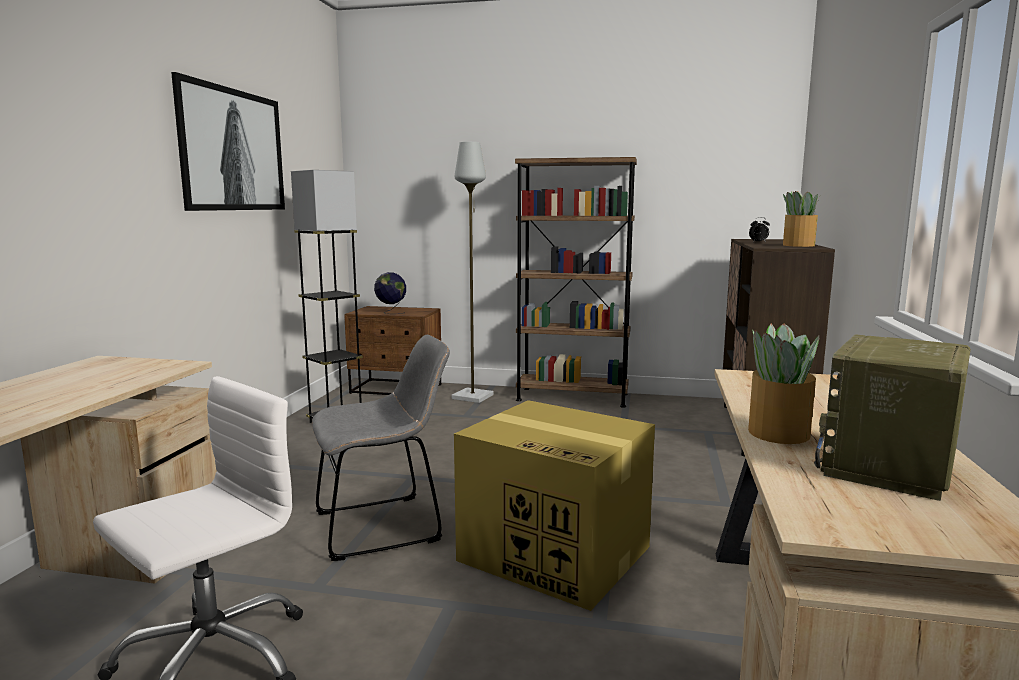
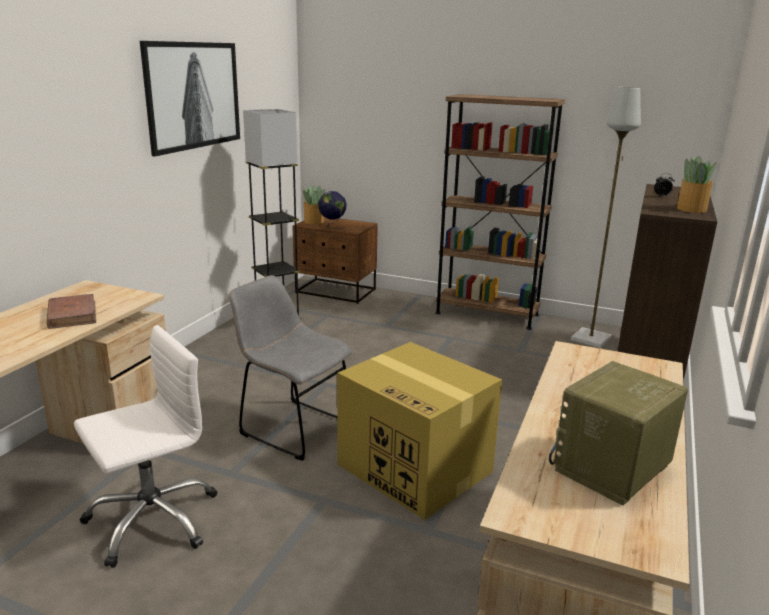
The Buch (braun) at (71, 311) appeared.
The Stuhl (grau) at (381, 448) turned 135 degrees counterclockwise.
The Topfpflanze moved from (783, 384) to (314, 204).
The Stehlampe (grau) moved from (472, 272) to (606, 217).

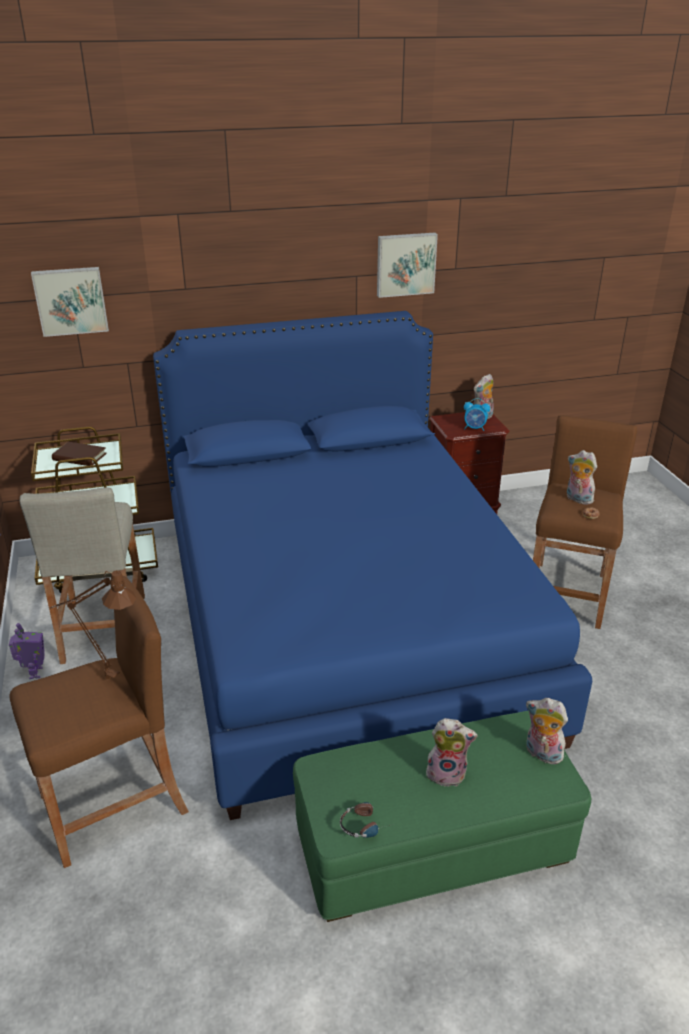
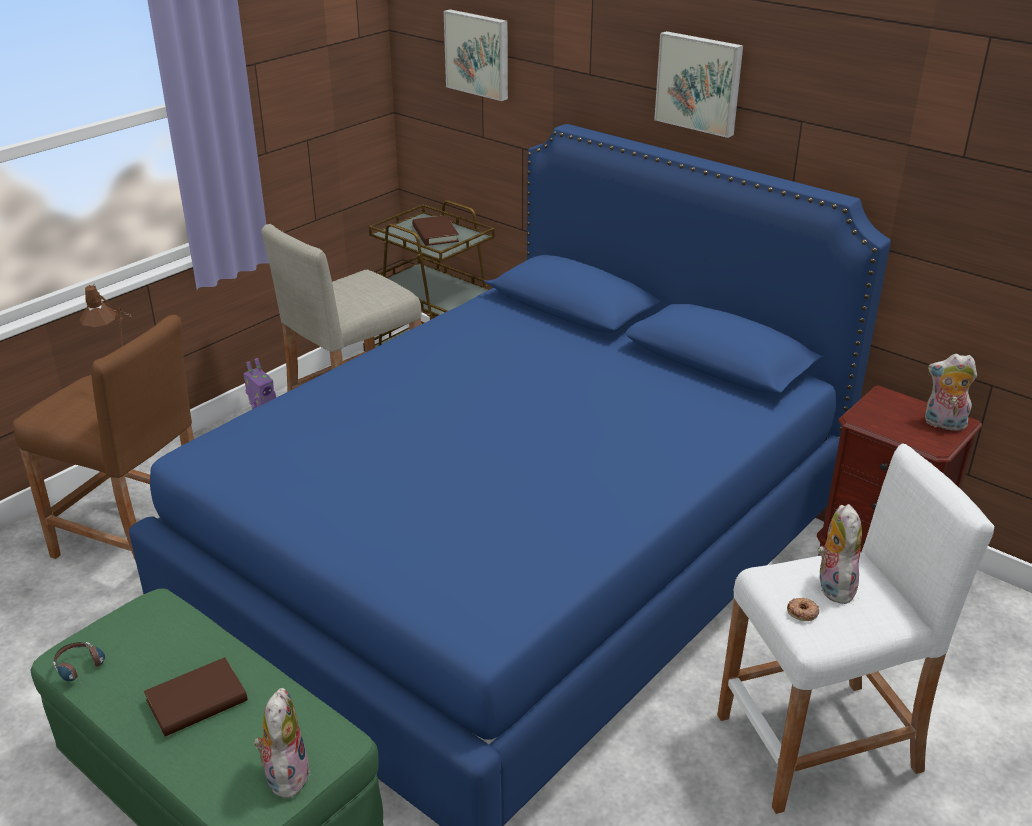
The Plüschtier at (452, 752) was replaced by the Buch (braun) at (196, 696).
The Bild moved from (407, 265) to (698, 84).
The Hocker (braun) at (585, 522) became the Hocker (weiß) at (855, 628).
The Wecker at (477, 414) disappeared.

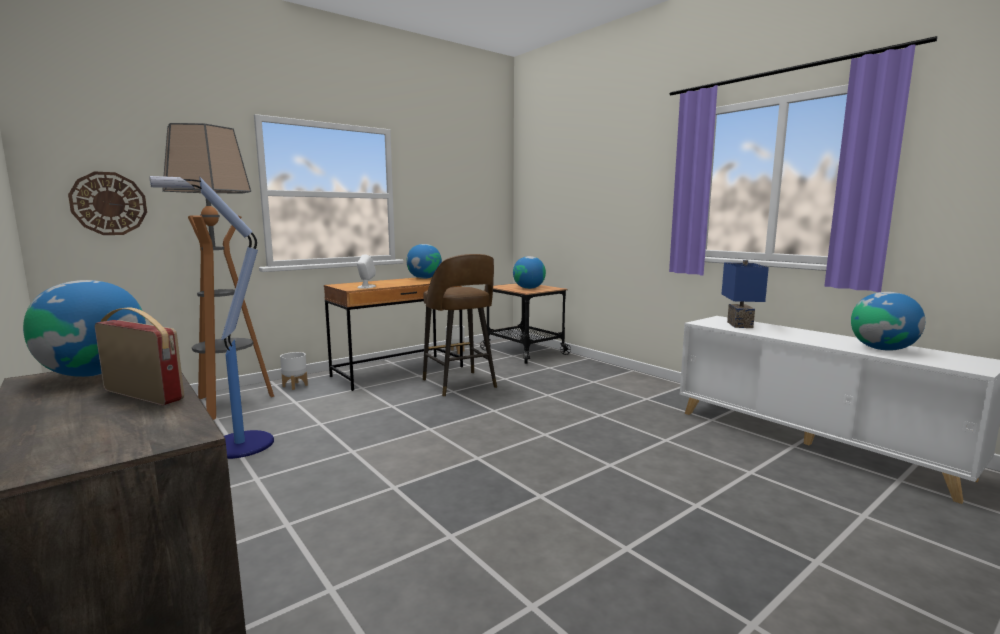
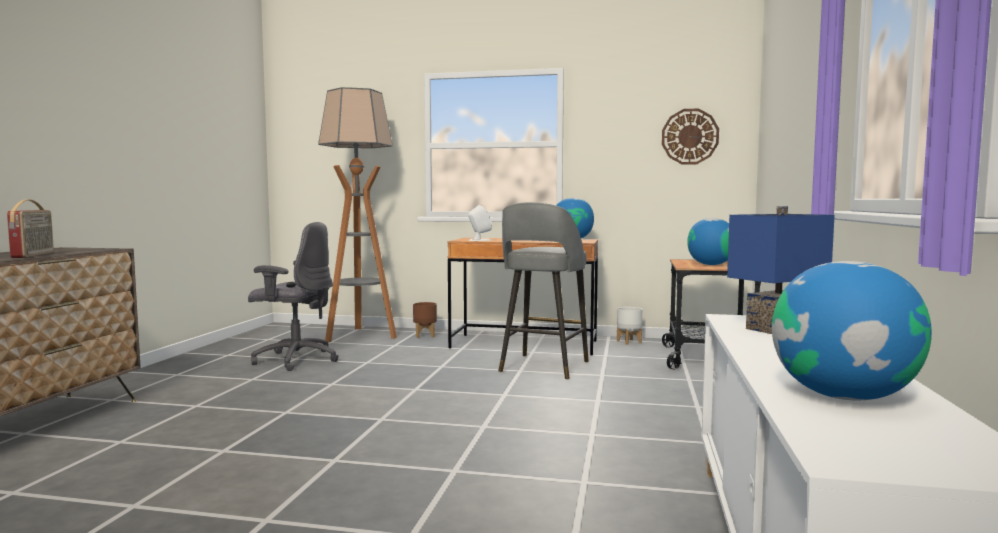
The Stehlampe at (212, 317) was replaced by the Bürostuhl (grau) at (293, 296).
The Pflanzkübel (weiß) at (294, 371) became the Pflanzkübel (braun) at (425, 320).
The Hocker (braun) at (460, 325) became the Hocker (grau) at (543, 291).
The Wanduhr moved from (107, 203) to (690, 136).
The Globus at (84, 328) disappeared.

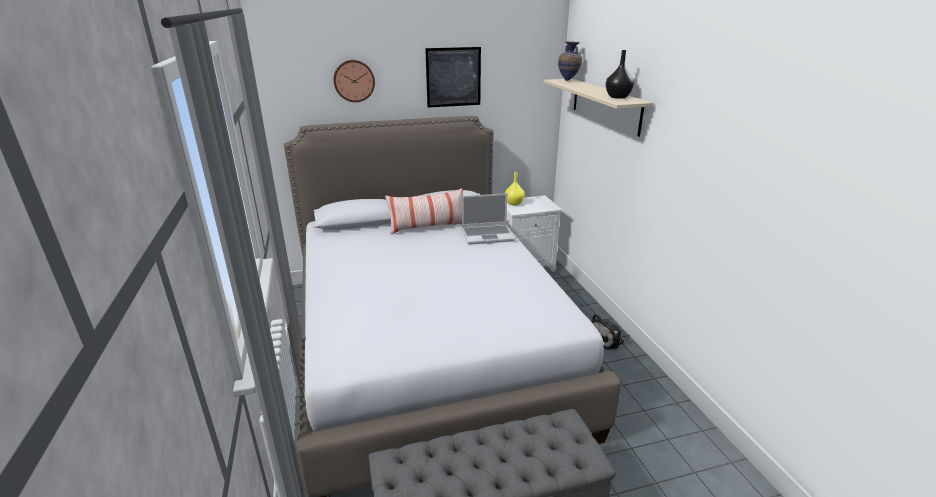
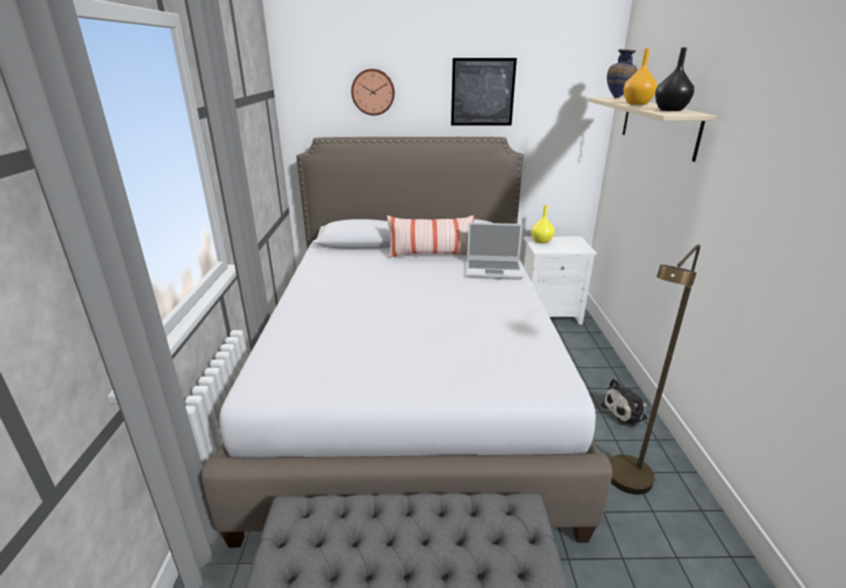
The Stehlampe (braun) at (654, 369) appeared.
The Vase (orange) at (640, 77) appeared.

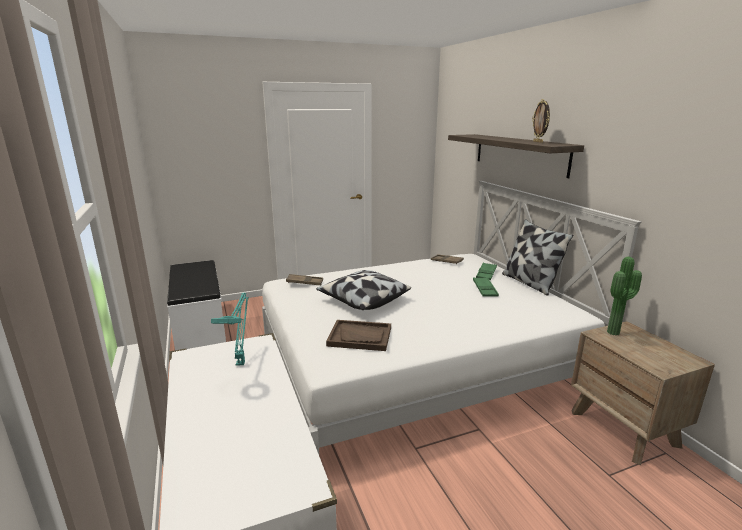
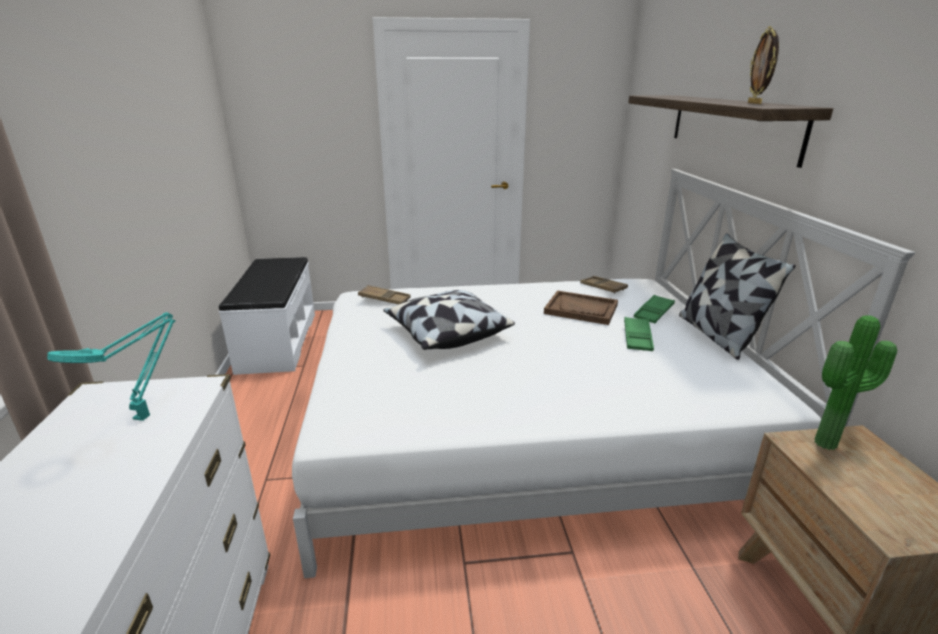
The Tablett (braun) moved from (358, 335) to (581, 308).

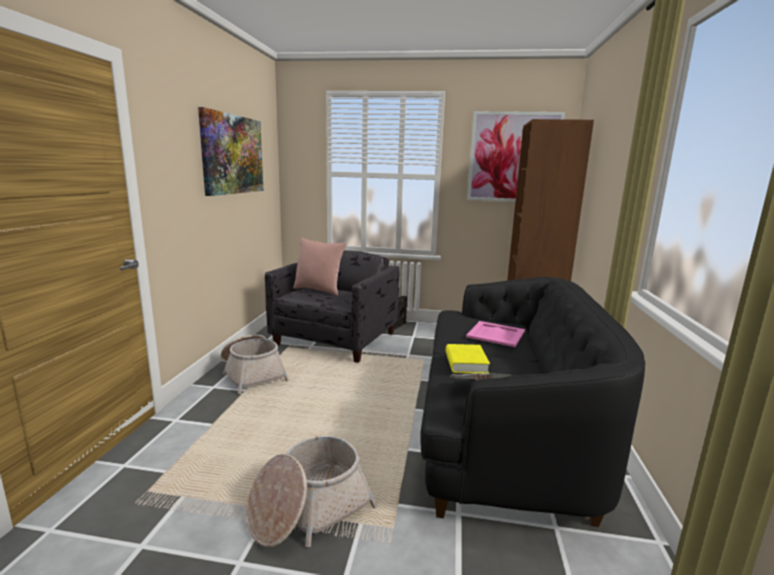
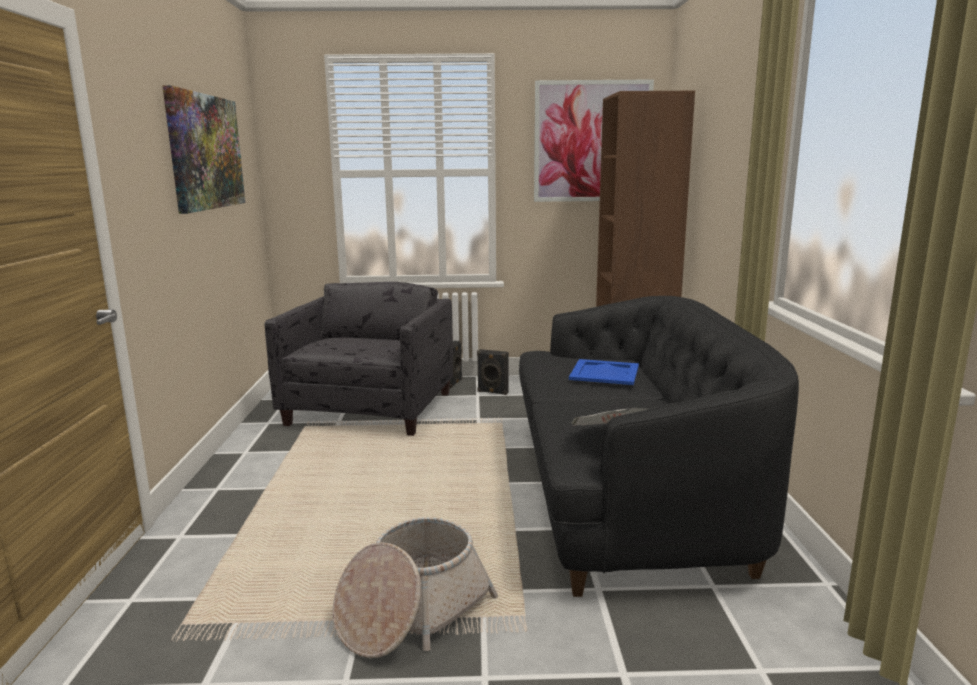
The Lautsprecher (schwarz) at (492, 372) appeared.
The Tablett (rosa) at (495, 334) became the Tablett (blau) at (604, 372).
The Korb at (255, 364) disappeared.
The Kissen (rosa) at (320, 267) disappeared.
The Buch (gelb) at (468, 358) disappeared.

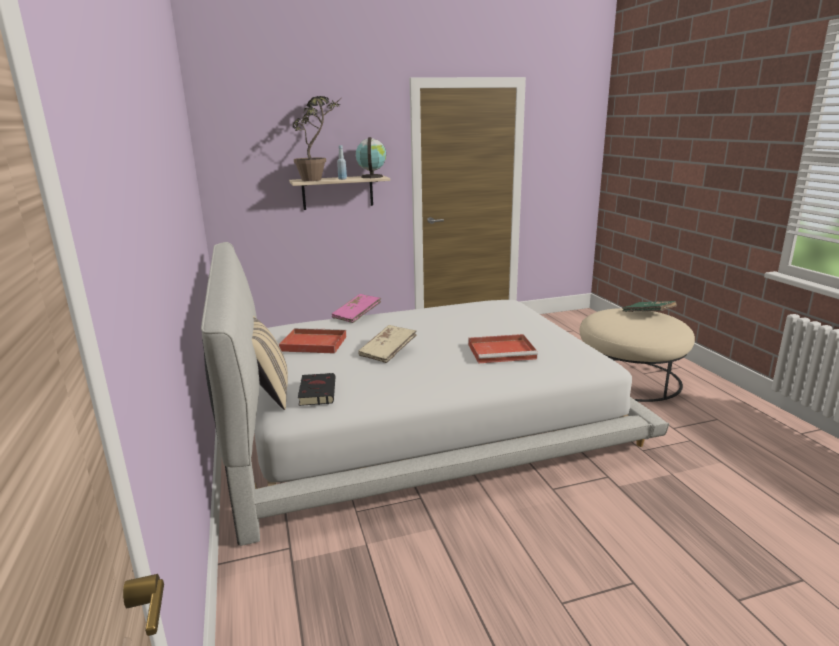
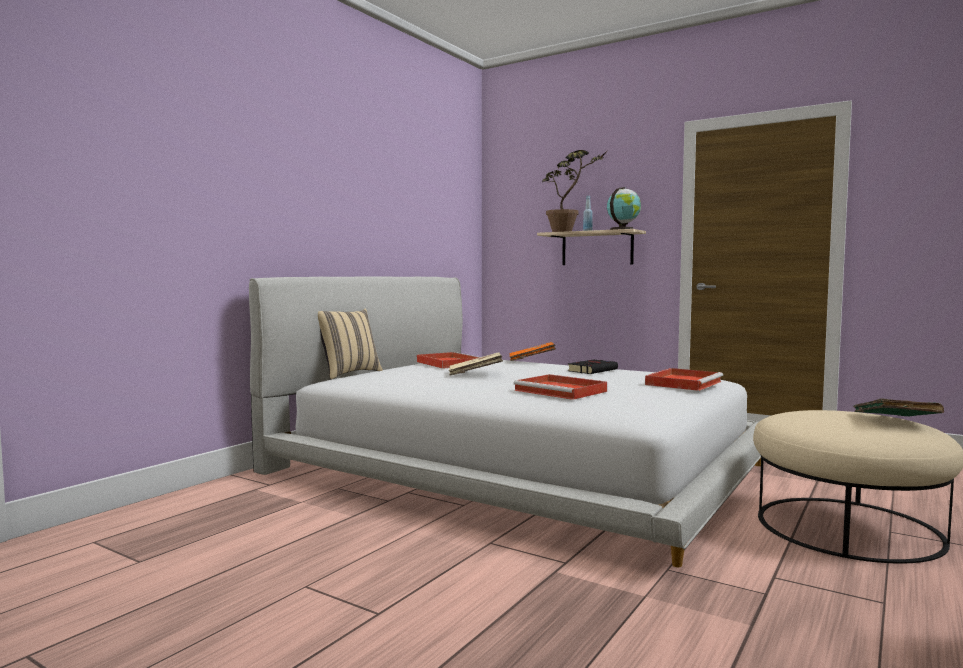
The Buch (rosa) at (356, 308) became the Buch (orange) at (532, 351).
The Buch (schwarz) moved from (316, 389) to (593, 366).
The Tablett (rot) at (684, 379) appeared.

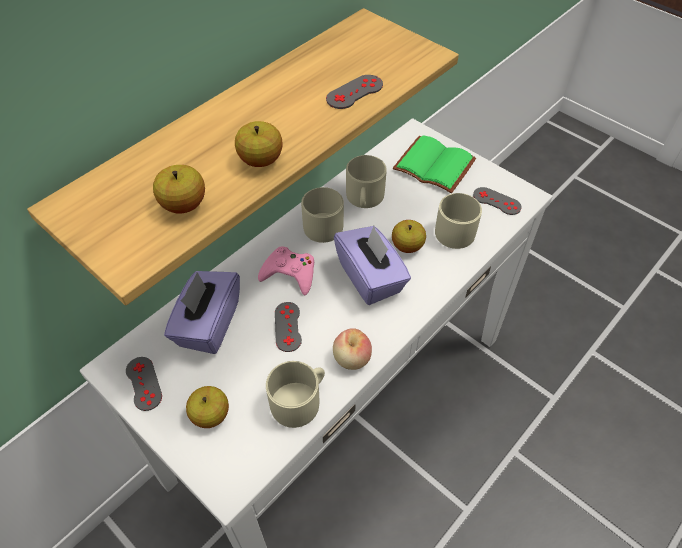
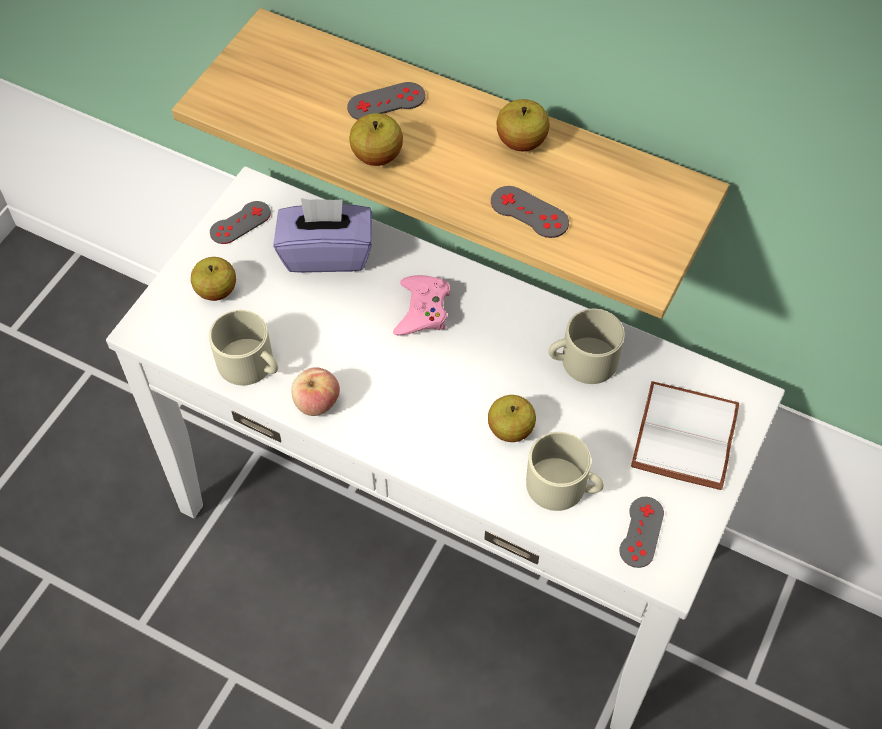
The Gamepad (grau) moved from (288, 327) to (386, 101).
The Apfel moved from (179, 189) to (523, 125).
The Buch (grün) at (434, 164) became the Buch (weiß) at (685, 435).
The Henkelbecher (beige) at (322, 215) disappeared.
The Taschentuchbox (lila) at (372, 265) disappeared.

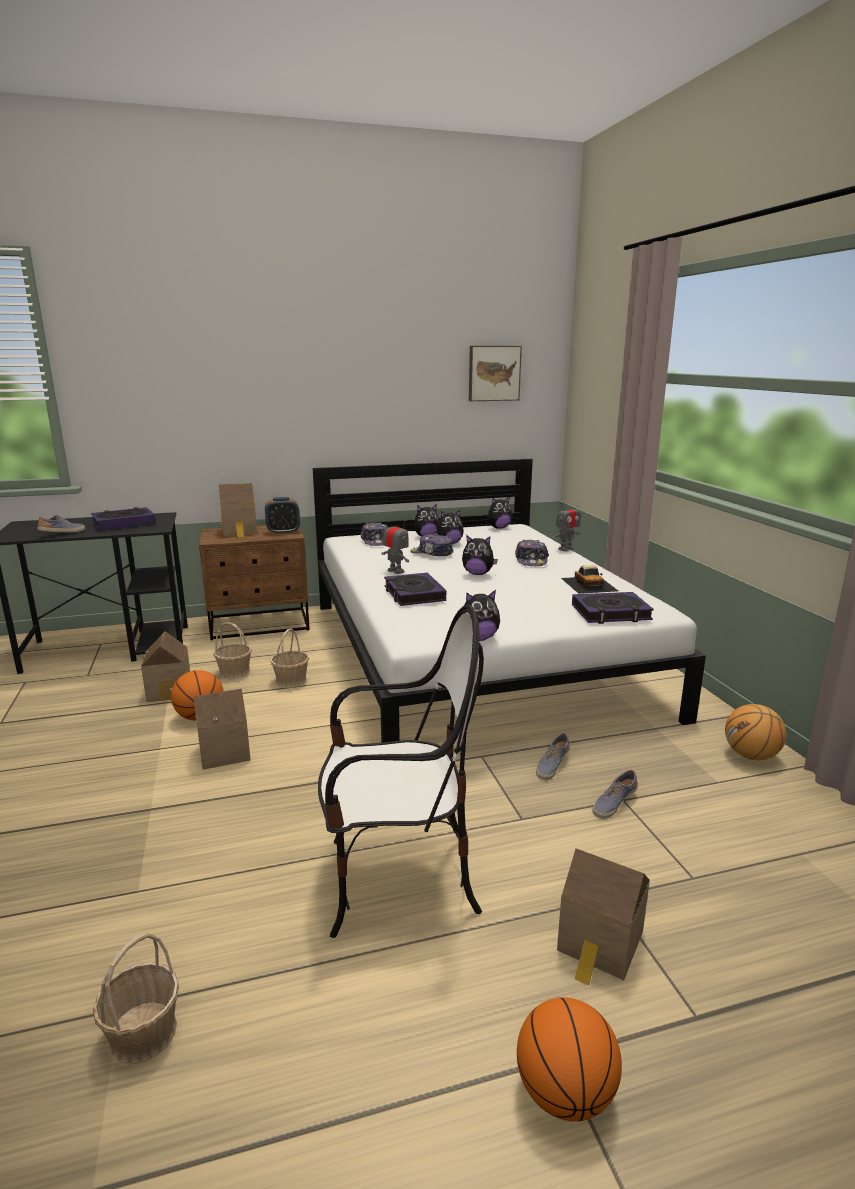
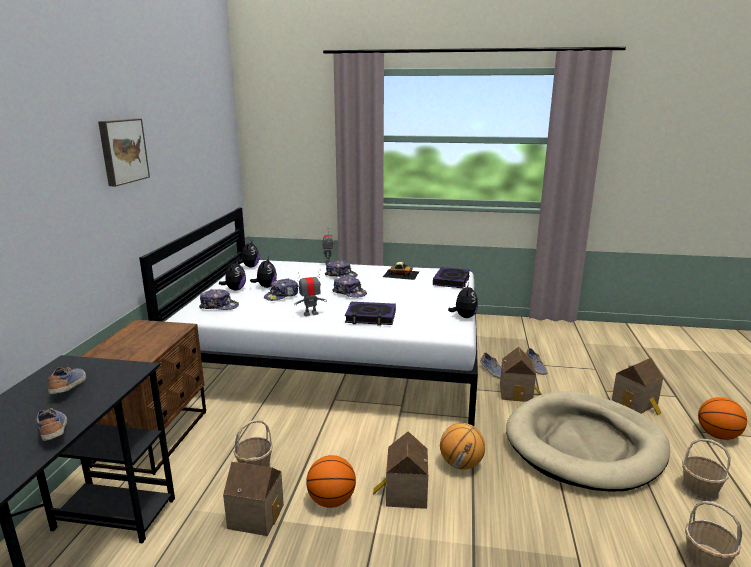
The Buch at (123, 519) was replaced by the Schuh at (67, 380).
The Bild moved from (495, 373) to (124, 152).
The Plüschtier at (480, 555) was replaced by the Kappe at (349, 287).
The Basketball moved from (755, 732) to (462, 446).
The Spielzeughaus moved from (238, 510) to (521, 374).
The Stuhl at (401, 771) was replaced by the Hundebett (beige) at (588, 441).
The Korb moved from (289, 658) to (706, 470).
The Wecker at (282, 515) disappeared.

